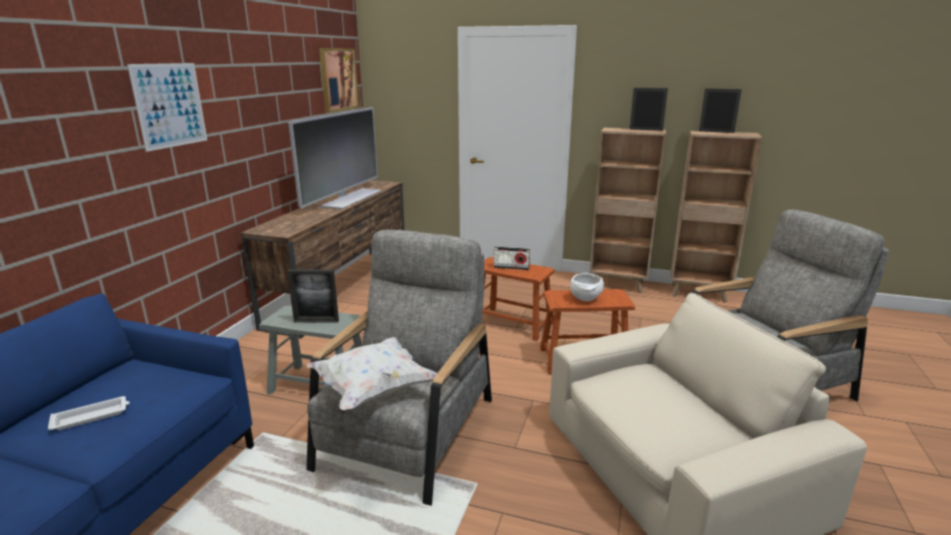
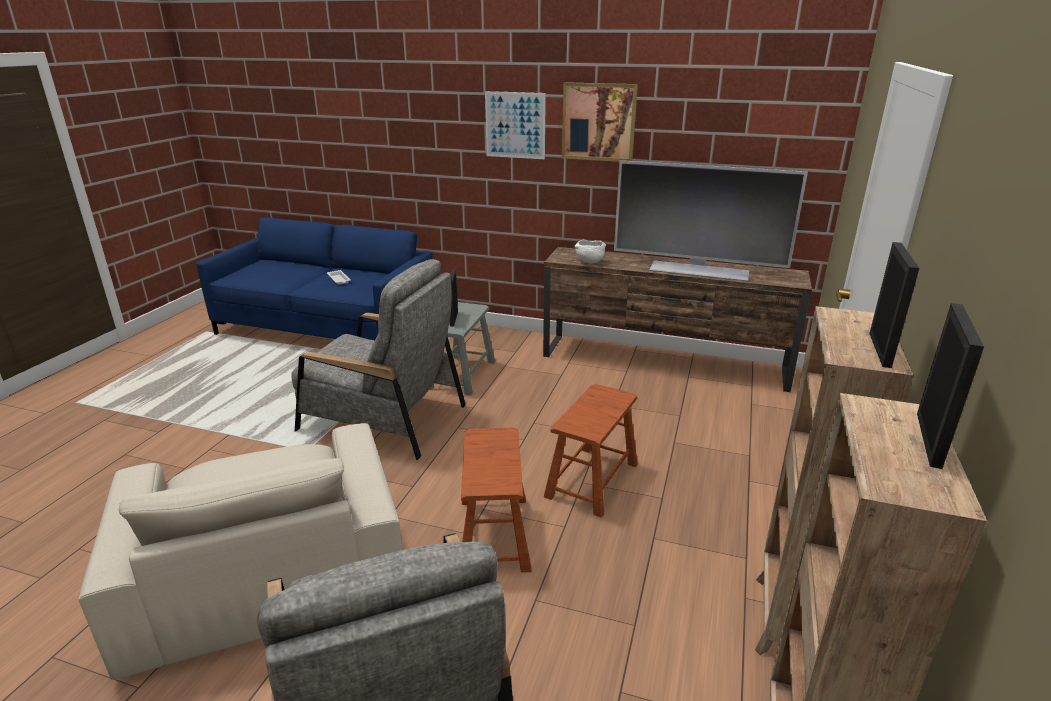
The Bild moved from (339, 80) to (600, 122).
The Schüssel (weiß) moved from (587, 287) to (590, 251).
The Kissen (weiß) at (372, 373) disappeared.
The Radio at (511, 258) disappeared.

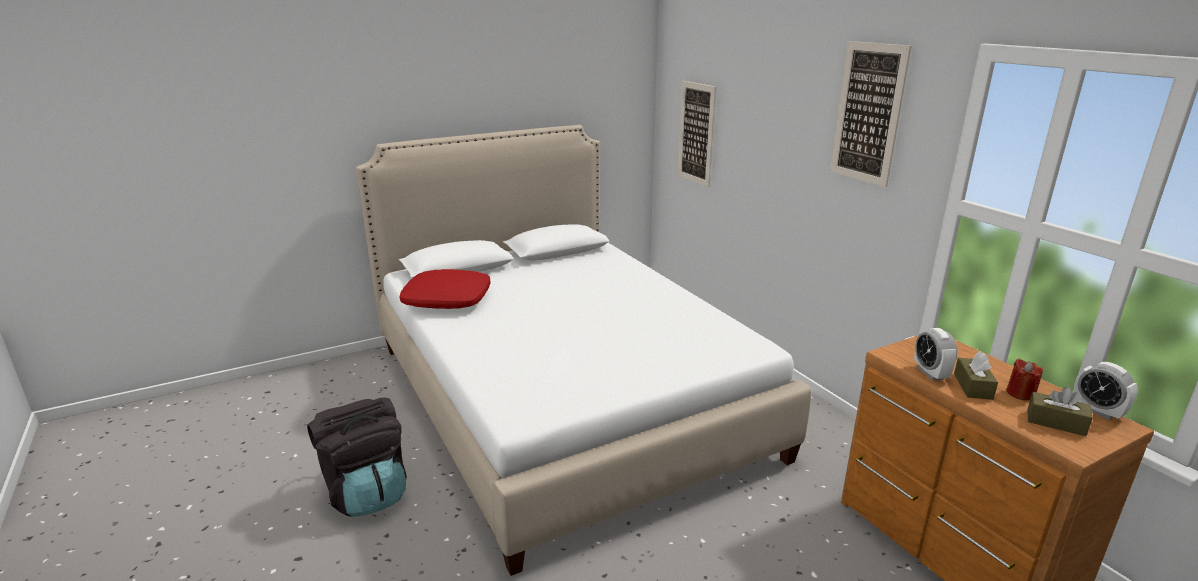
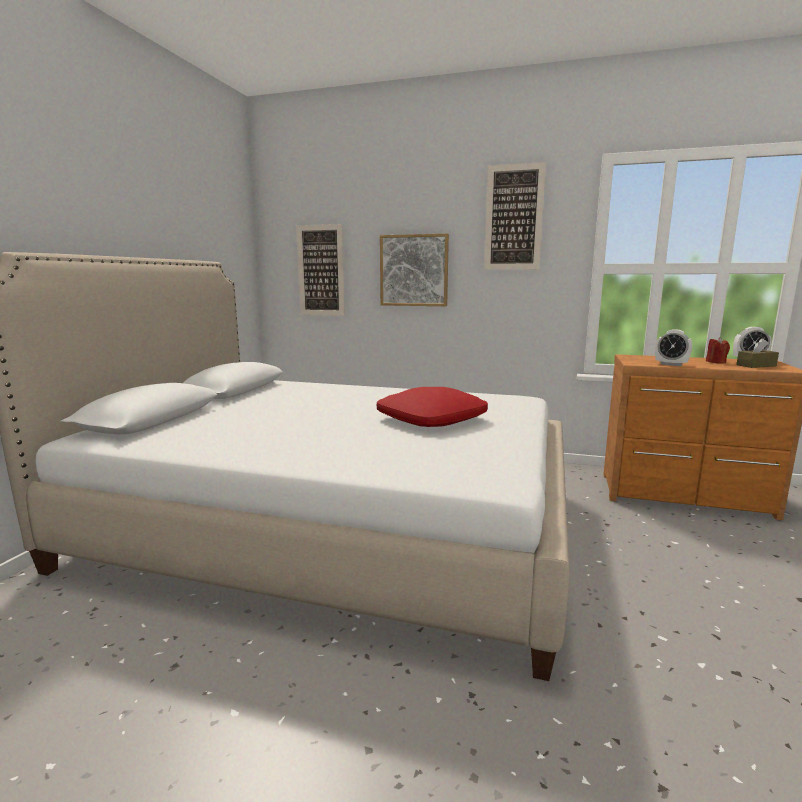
The Kissen (rot) moved from (445, 289) to (432, 407).
The Bild at (414, 269) appeared.
The Rucksack (schwarz) at (357, 457) disappeared.
The Taschentuchbox (braun) at (976, 375) disappeared.

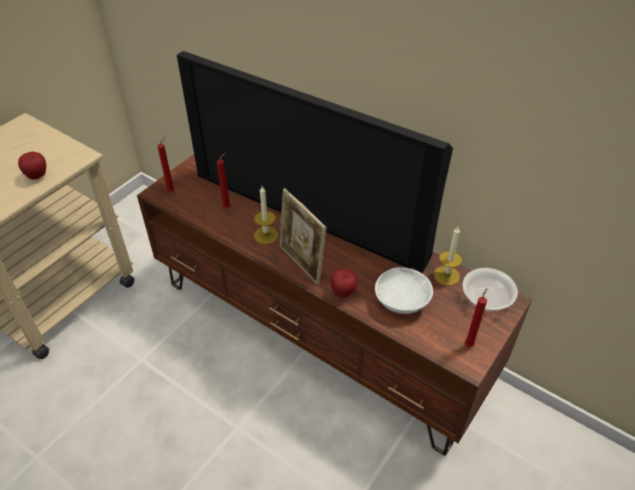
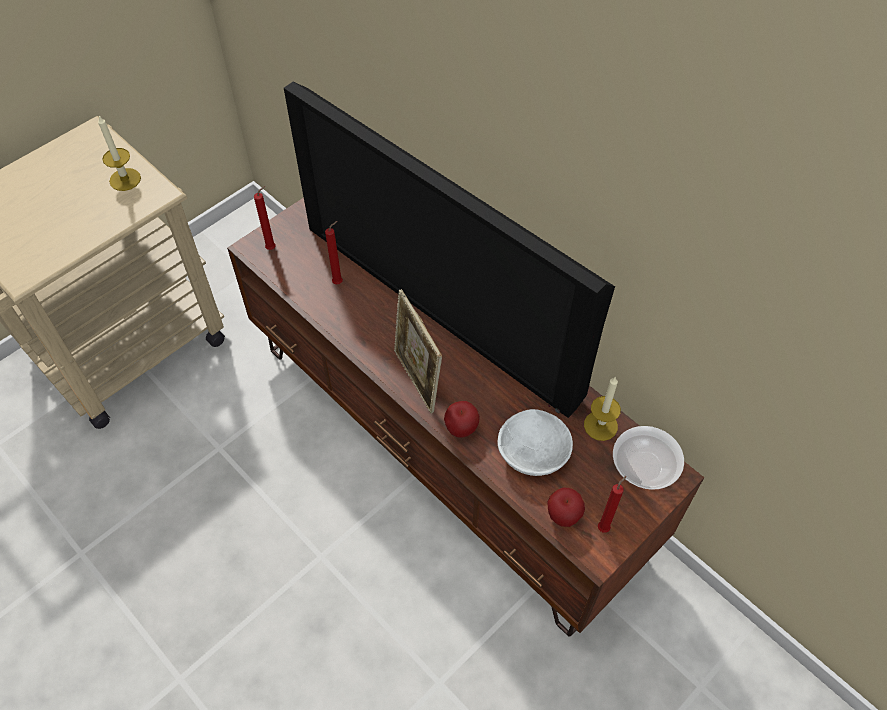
The Kerze moved from (266, 215) to (119, 153).
The Apfel moved from (32, 166) to (566, 507).

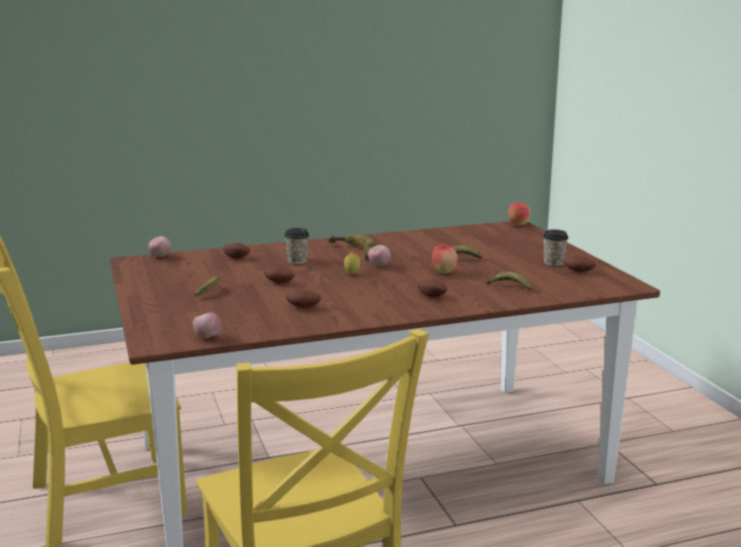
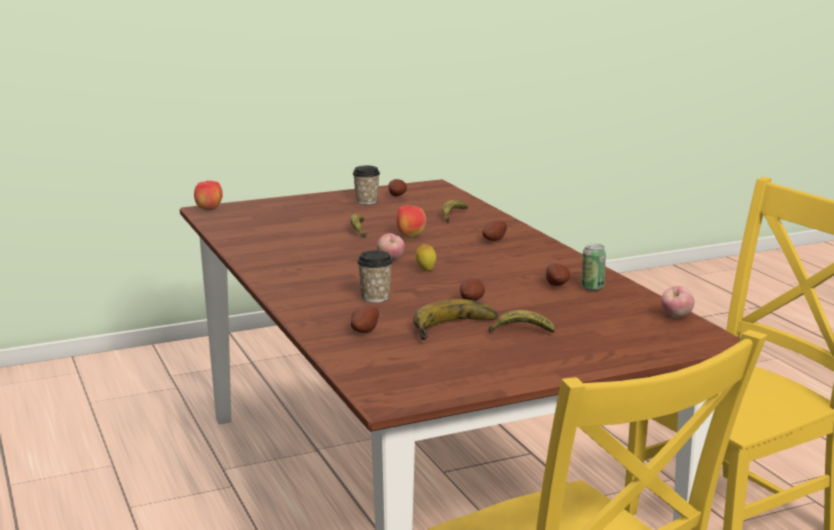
The Banane moved from (353, 246) to (455, 319).
The Dose at (593, 267) appeared.
The Apfel at (159, 246) disappeared.

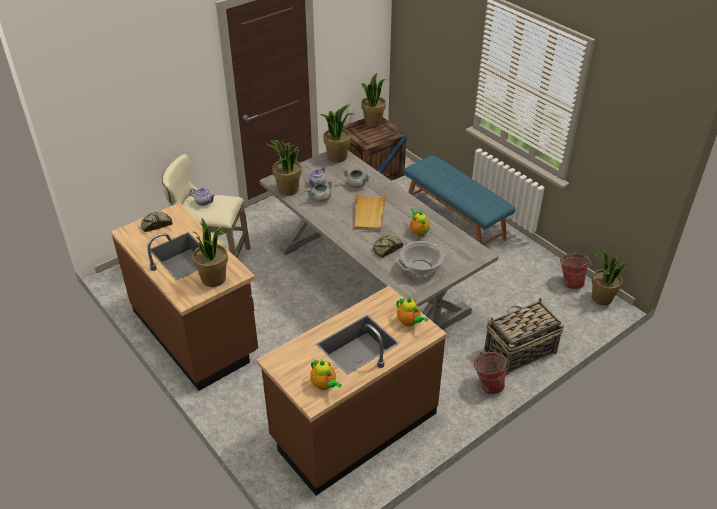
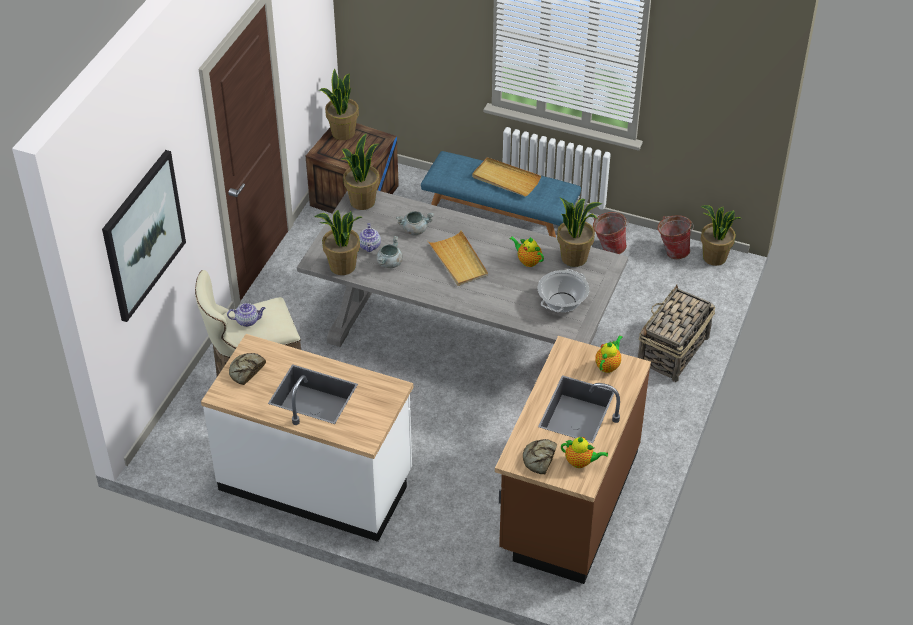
The Bild at (144, 236) appeared.
The Küchenzeile (braun) at (184, 297) became the Küchenzeile (weiß) at (307, 438).
The Tablett (beige) at (506, 177) appeared.
The Brot moved from (388, 247) to (540, 456).
The Topfpflanze moved from (210, 252) to (579, 232).
The Eimer moved from (491, 373) to (610, 233).
The Teekanne at (412, 312) turned 75 degrees counterclockwise.

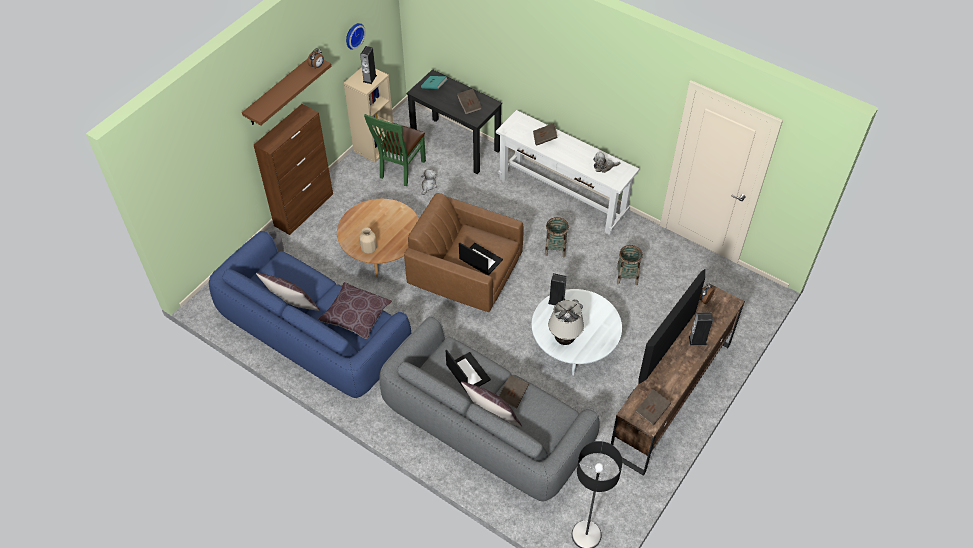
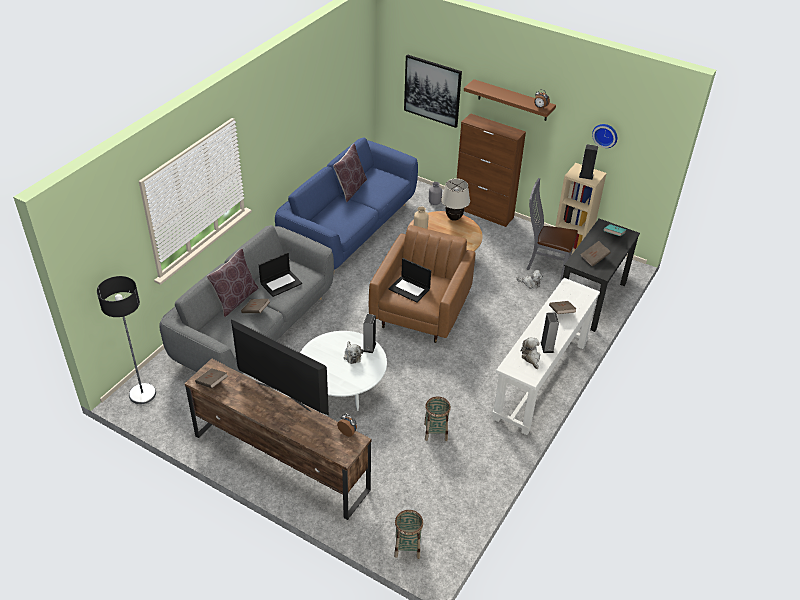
The Laptop at (481, 258) turned 90 degrees clockwise.
The Korb moved from (557, 237) to (408, 534).
The Bild at (433, 91) appeared.
The Tischlampe (beige) moved from (566, 322) to (455, 199).
The Stuhl (grün) at (395, 150) became the Stuhl (grau) at (552, 229).
The Lautsprecher moved from (701, 328) to (549, 332).
The Kissen (braun) at (355, 310) disappeared.

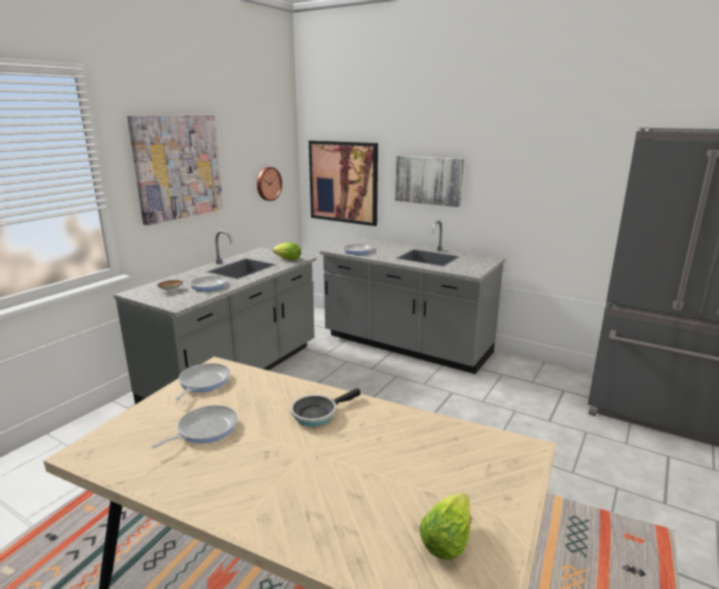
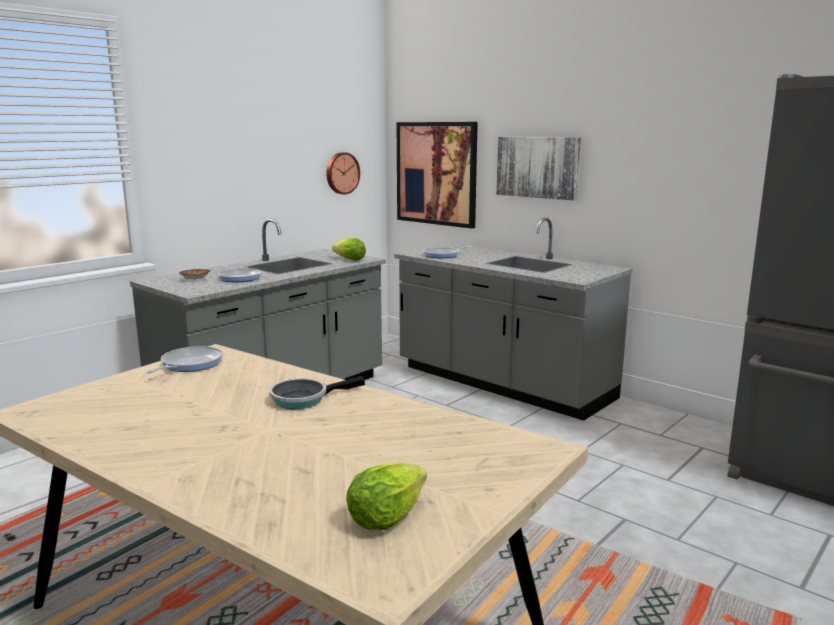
The Bild at (175, 169) disappeared.
The Pfanne at (194, 426) disappeared.

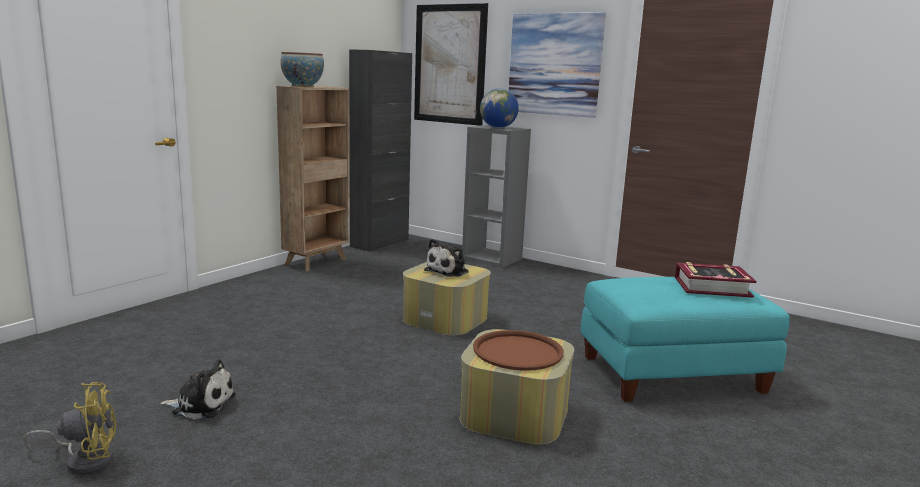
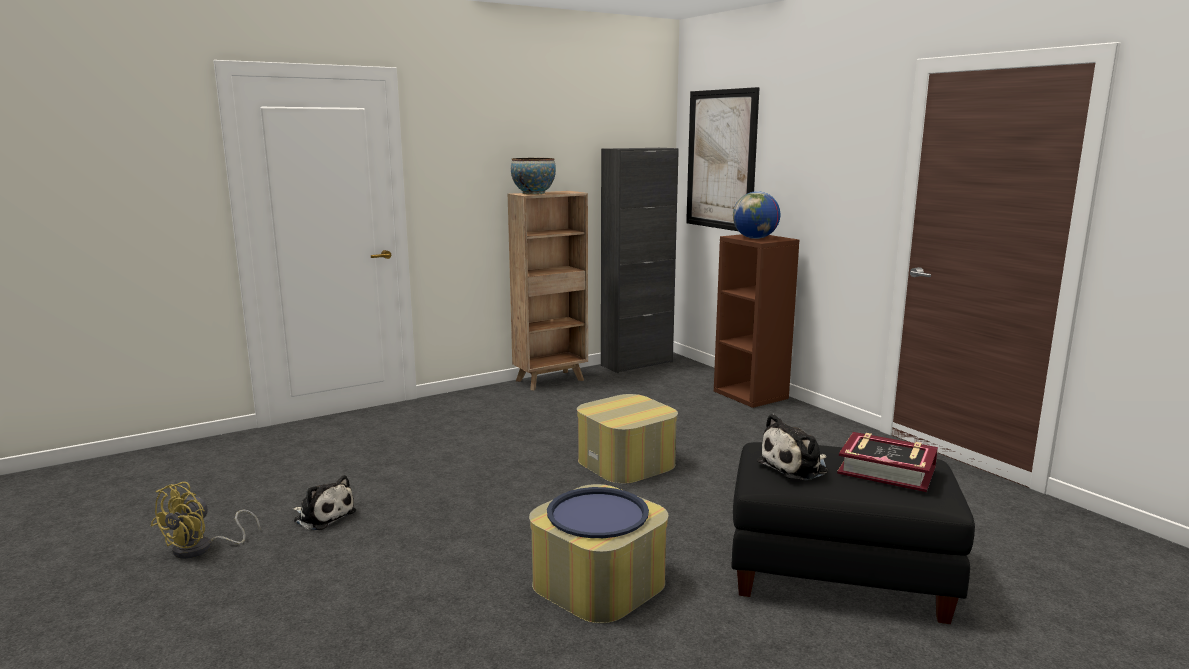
The Ventilator (gelb) at (70, 428) turned 105 degrees clockwise.
The Tablett (braun) at (518, 350) became the Tablett (blau) at (598, 512).
The Bücherregal (grau) at (496, 196) became the Bücherregal (braun) at (756, 321).
The Polsterhocker (türkis) at (685, 339) became the Polsterhocker (schwarz) at (853, 533).
The Plüschtier moved from (446, 258) to (792, 447).
The Bild at (557, 65) disappeared.

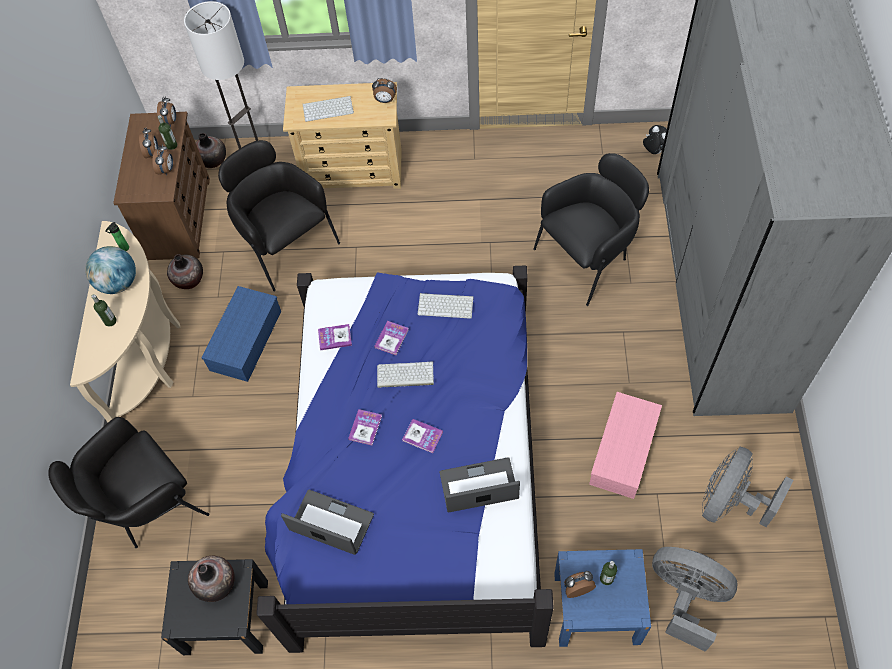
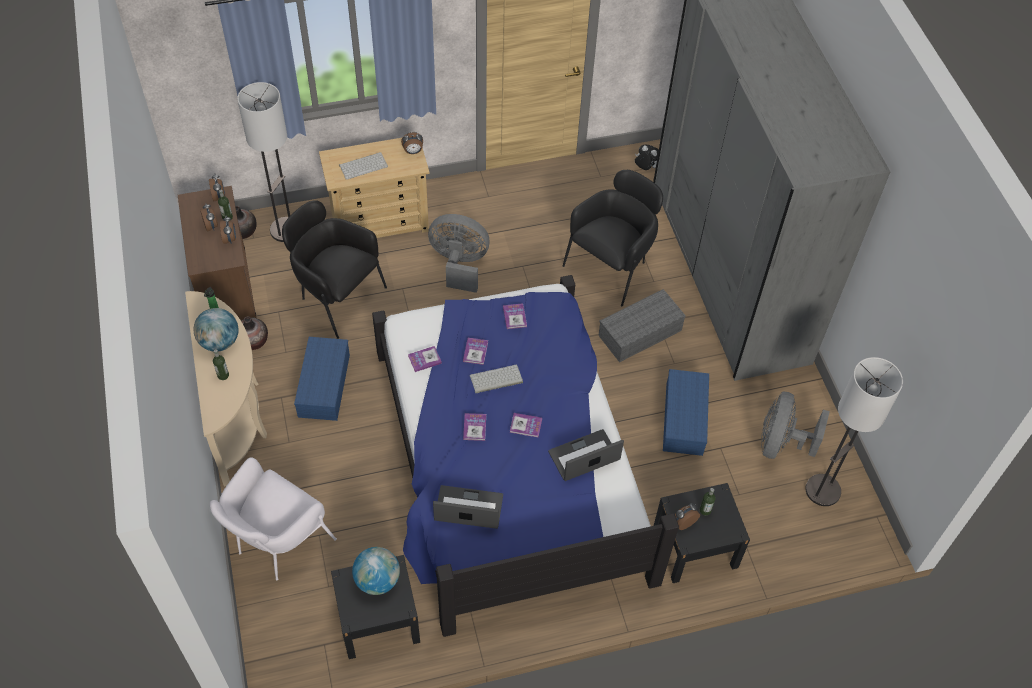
The Sessel (schwarz) at (128, 482) became the Sessel (weiß) at (273, 518).
The Vase at (211, 579) was replaced by the Globus at (376, 571).
The Ventilator (grau) moved from (694, 599) to (459, 253).
The Tastatur at (445, 306) was replaced by the Buch at (515, 316).
The Aufbewahrungsbox (grau) at (642, 325) appeared.
The Nachttisch (blau) at (602, 598) became the Nachttisch (schwarz) at (702, 533).
The Aufbewahrungsbox (rosa) at (625, 445) became the Aufbewahrungsbox (blau) at (686, 412).
The Stehlampe at (854, 431) appeared.

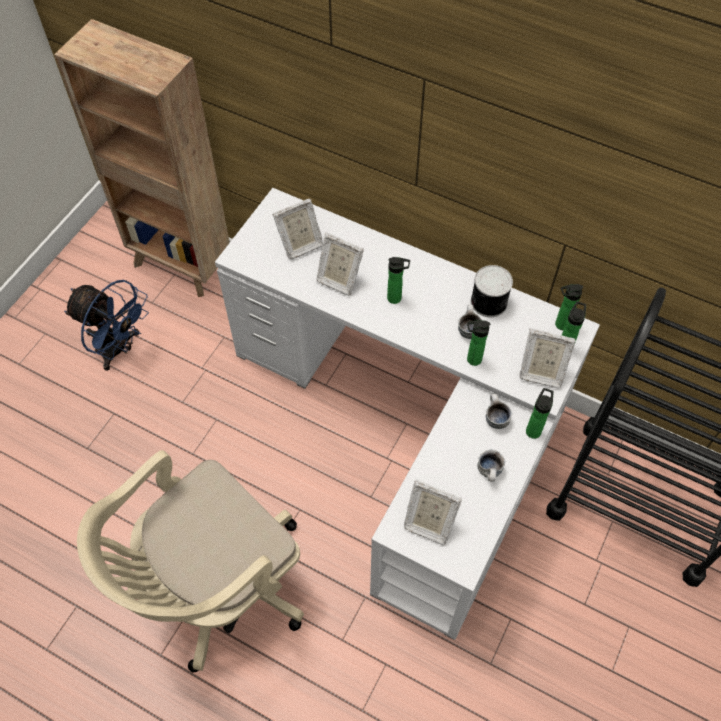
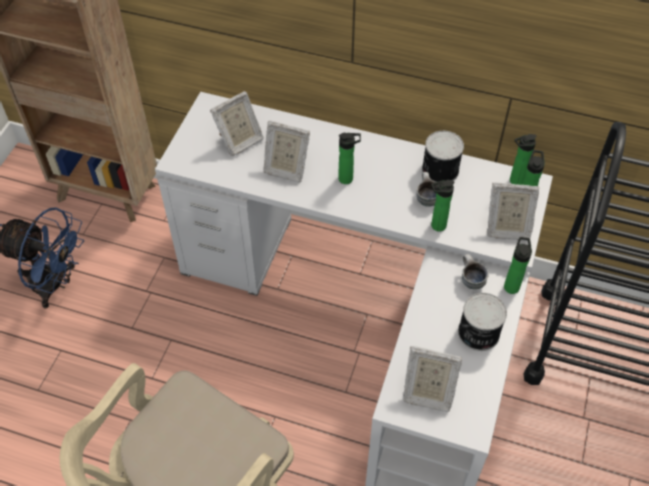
The Henkelbecher at (491, 466) was replaced by the Dose at (482, 322).

